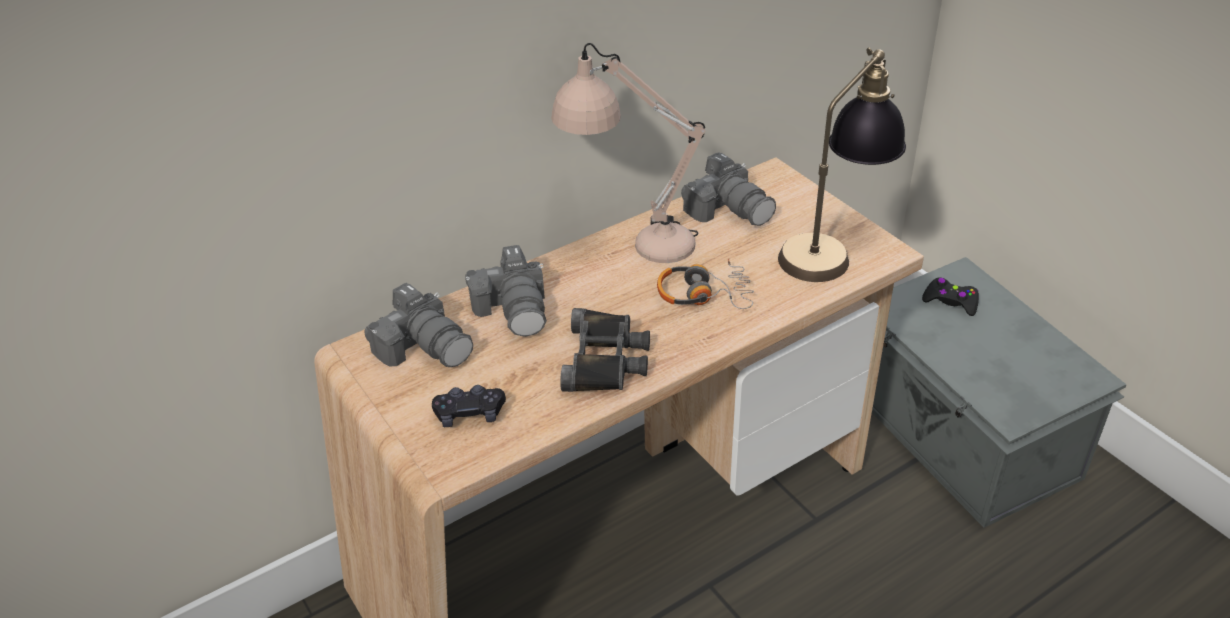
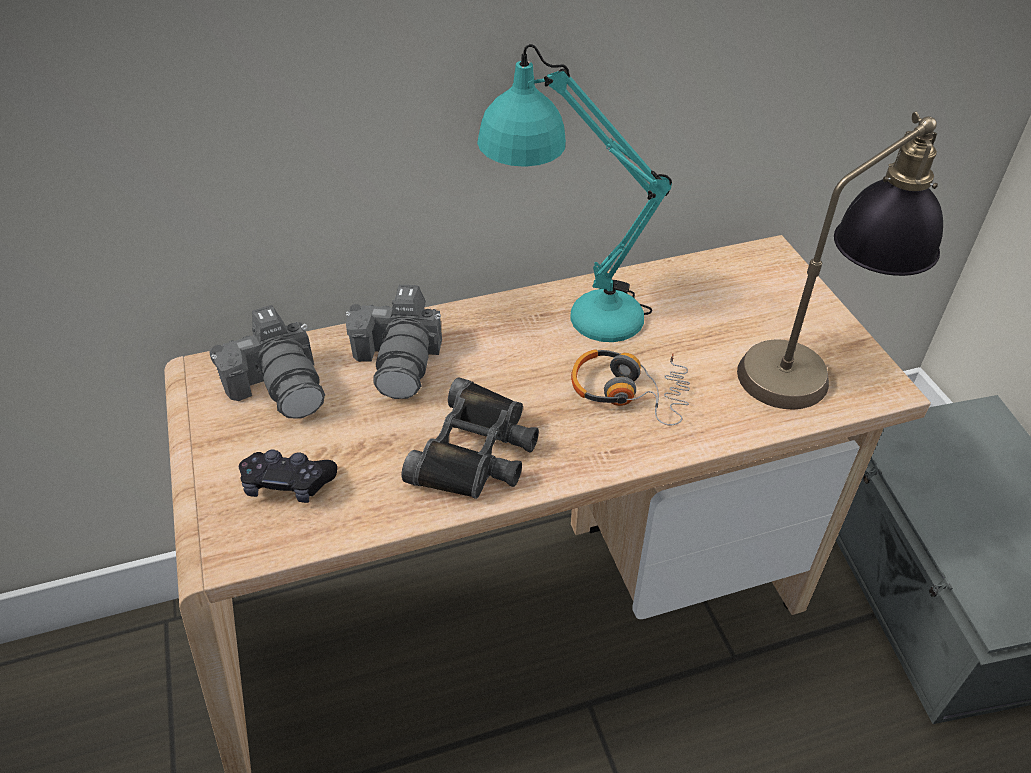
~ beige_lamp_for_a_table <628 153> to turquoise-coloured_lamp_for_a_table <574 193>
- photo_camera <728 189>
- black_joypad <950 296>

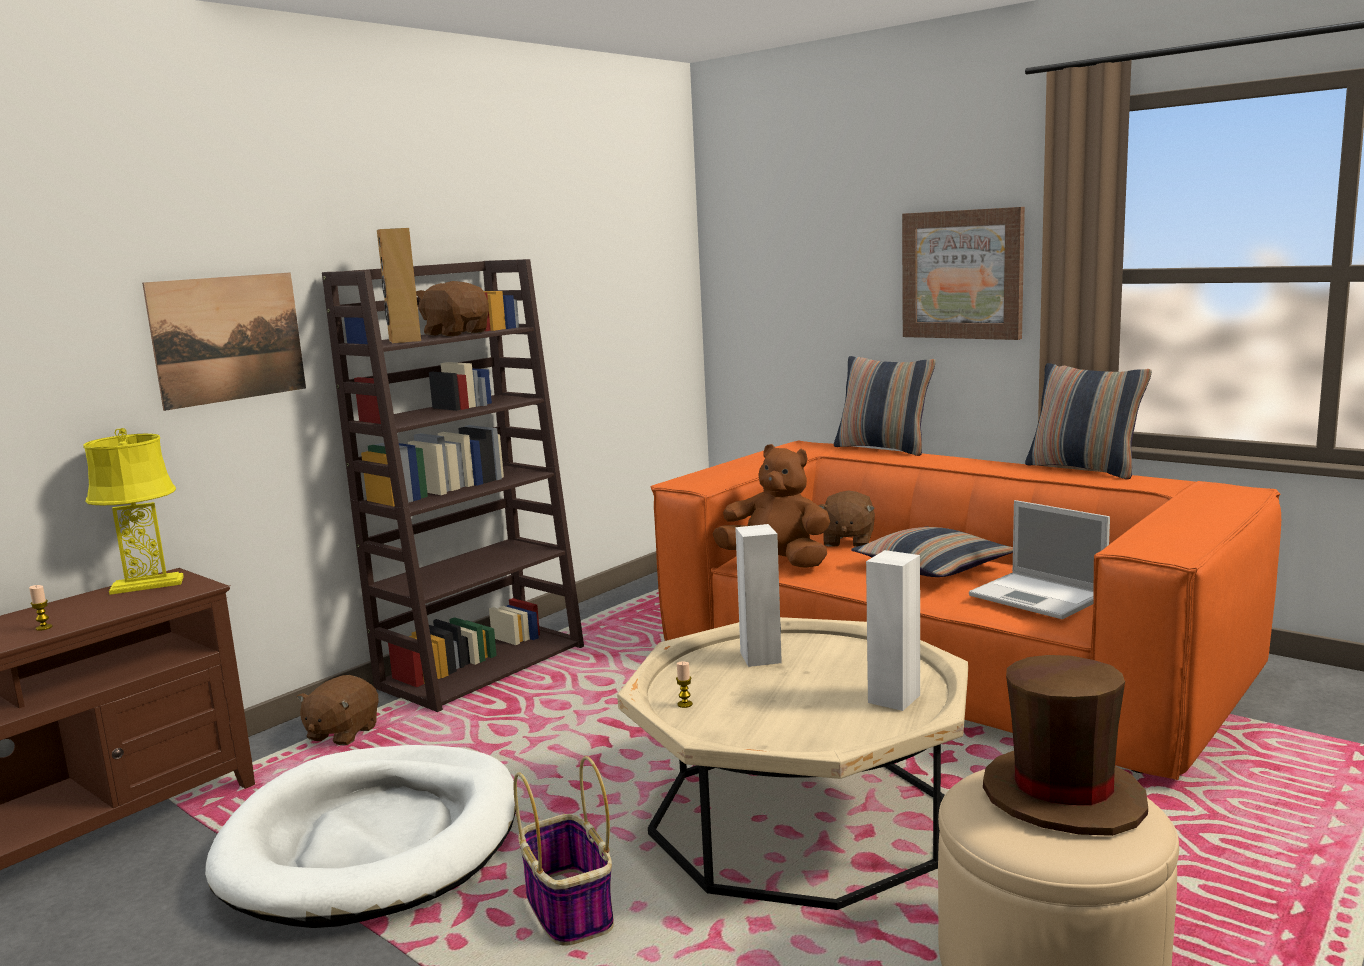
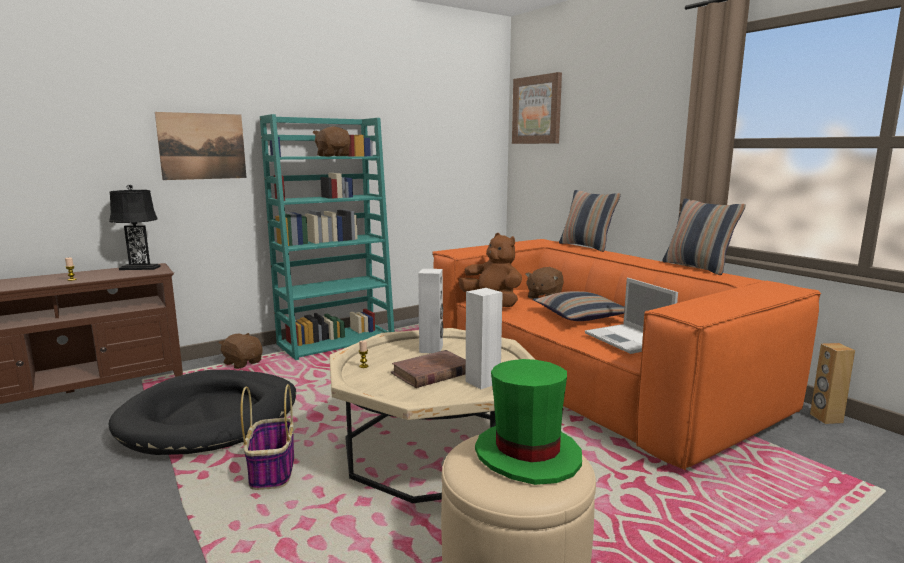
~ yellow_lamp_for_a_table <133 511> to black_lamp_for_a_table <135 227>
~ white_dog_bed <360 836> to black_dog_bed <202 412>
~ brownish_soft_toy <338 710> = <241 351> 90 degrees clockwise
~ brownish_bookshelf <453 485> to turquoise-coloured_bookshelf <327 237>
~ brownish_loudspeaker <399 285> to <832 383>
~ wall_picture <963 273> to <537 108>
~ brownish_hat <1065 745> to green_hat <528 422>
+ brownish_volume <428 369>

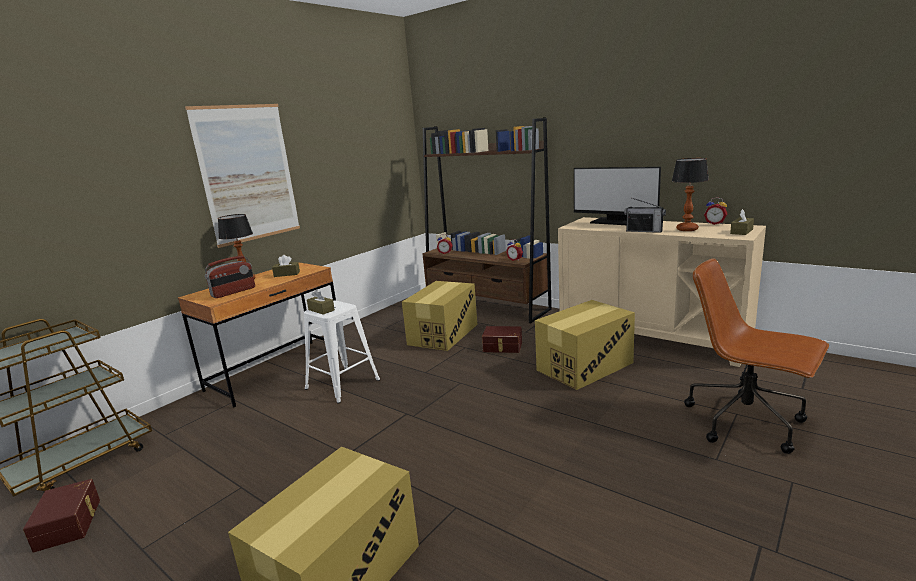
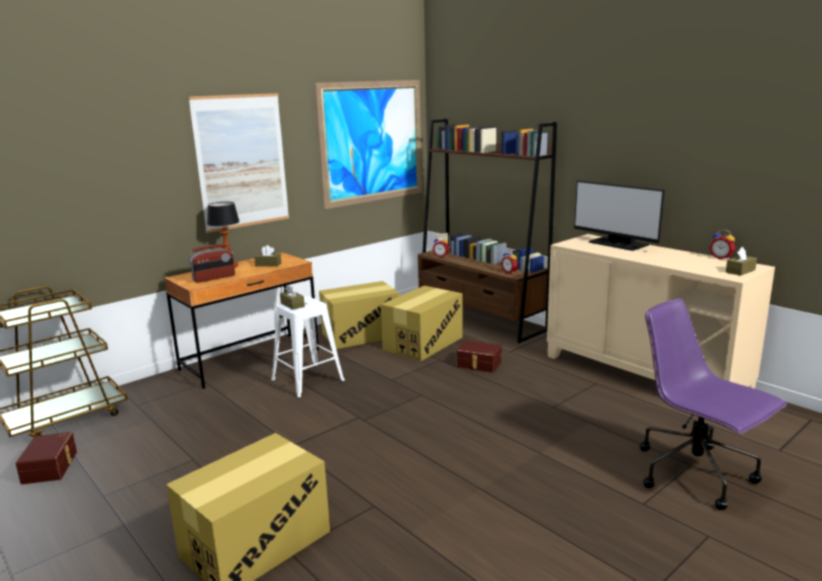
~ carton <585 345> to <359 315>
- radio <645 215>
- lamp_for_a_table <690 194>
~ brownish_desk_chair <756 356> to purplish_desk_chair <713 404>
+ wall_picture <368 144>

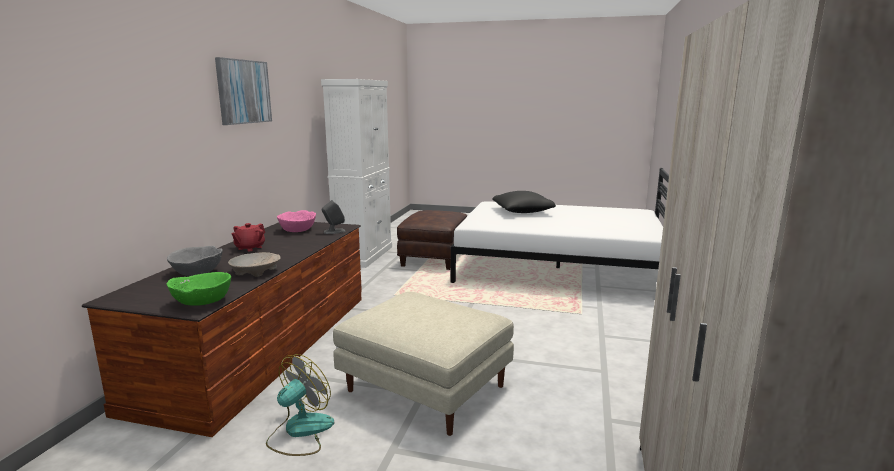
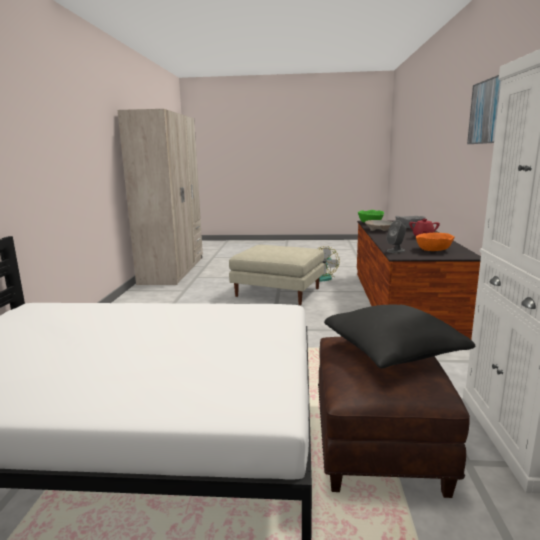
~ pink-coloured_serving_bowl <296 221> to orange-coloured_serving_bowl <435 242>
~ black_cushion <524 202> to <399 336>

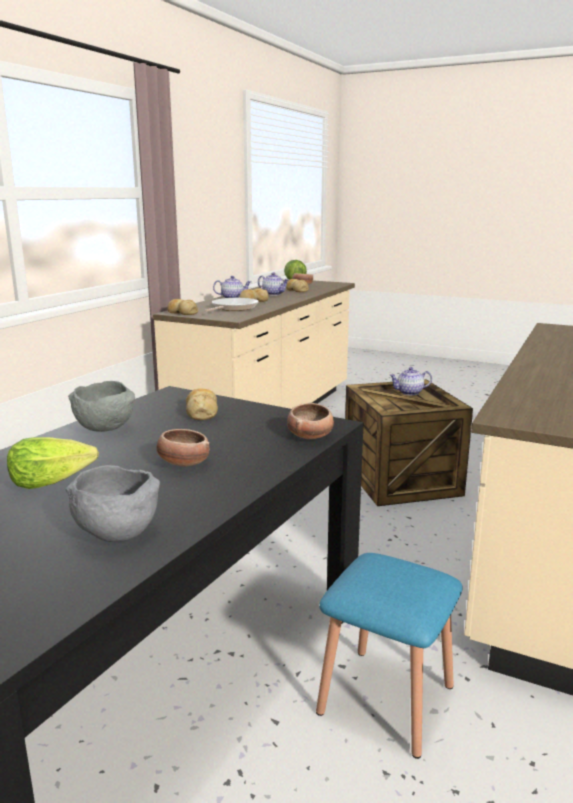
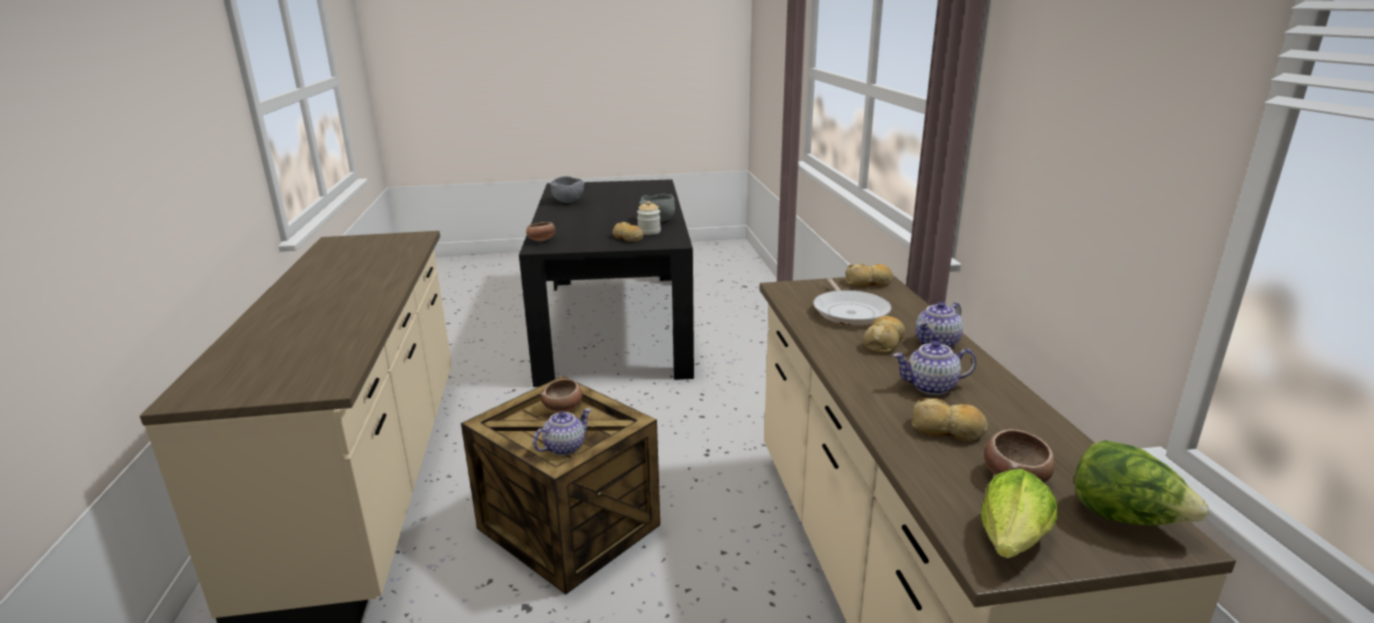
~ lettuce_head <53 463> to <1019 513>
~ serving_bowl <183 447> to <562 395>
- blue-coloured_stool <389 656>
+ storage_jar <649 218>

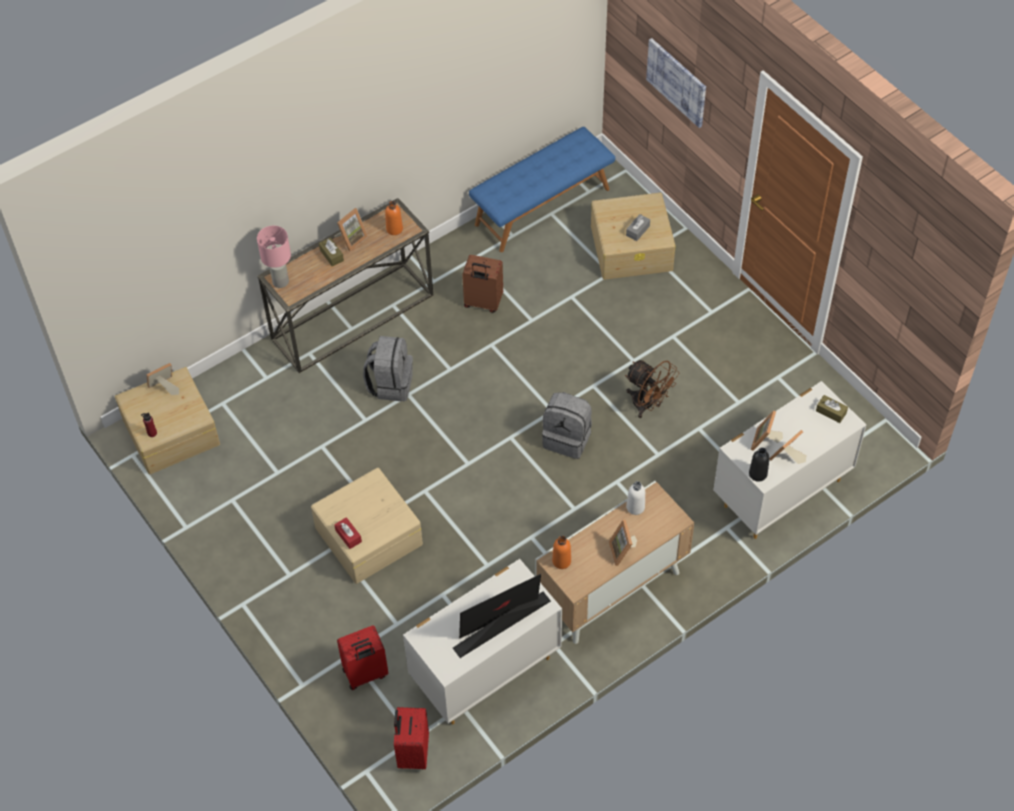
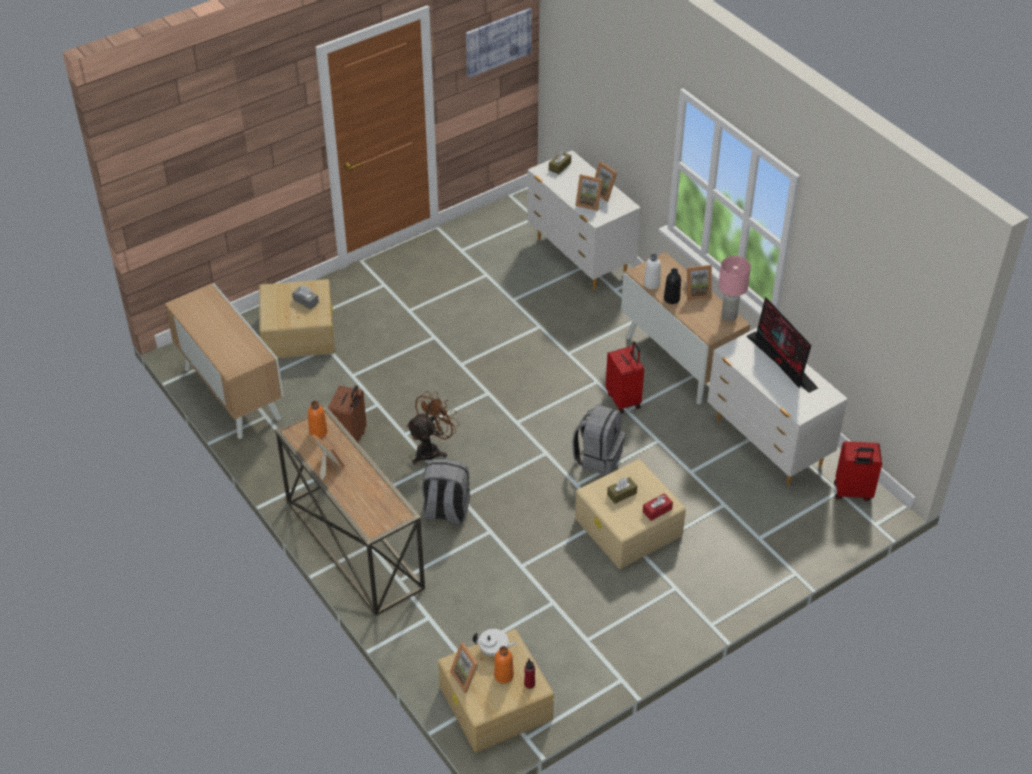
~ pink-coloured_lamp_for_a_table <274 257> to <734 288>
~ brownish_tissue_holder <331 252> to <622 490>
~ red_suitcase <362 657> to <625 377>
~ blue-coloured_long_seat <542 189> to cupboard <224 361>
~ gray_knapsack <567 425> to <598 439>
~ orange-coloured_bottle <561 552> to <504 664>
~ brownish_electric_fan <652 389> to <433 428>
~ wall_picture <676 83> to <499 43>
~ black_bottle <759 465> to <672 286>
+ white_teapot <495 643>

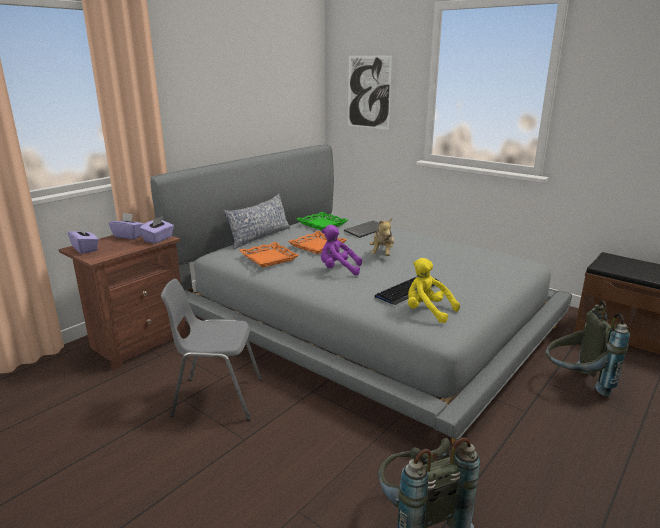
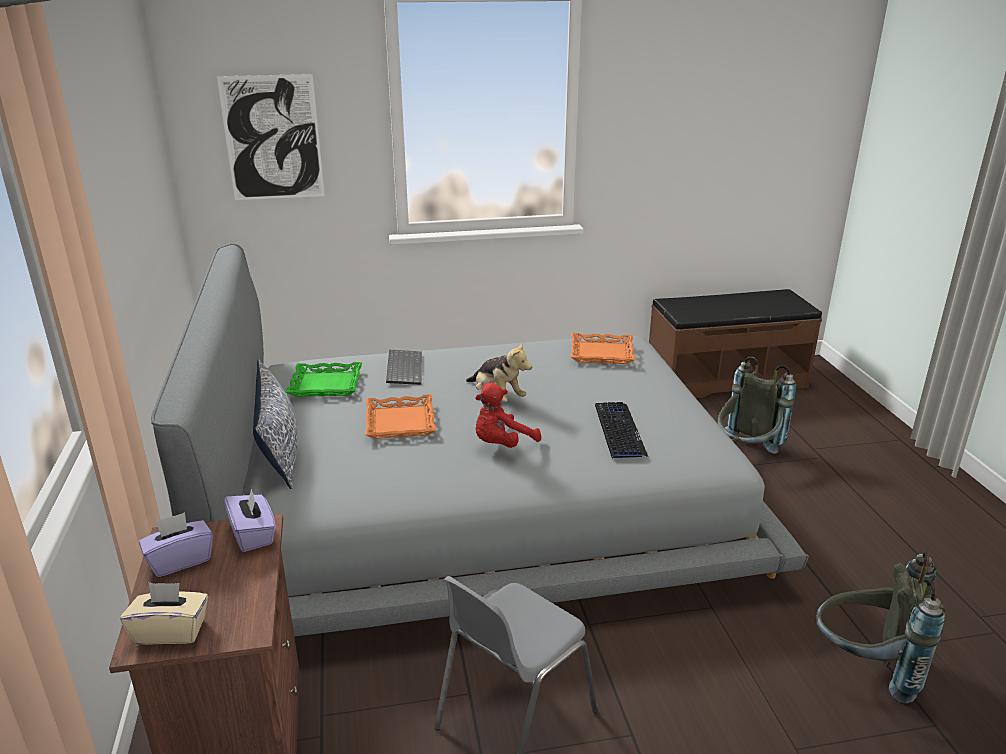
~ purplish_tissue_holder <83 239> to beige_tissue_holder <164 613>
~ orange-coloured_serving_tray <269 254> to <603 348>
~ purplish_soft_toy <341 250> to red_soft_toy <508 415>
- yellow_soft_toy <434 290>

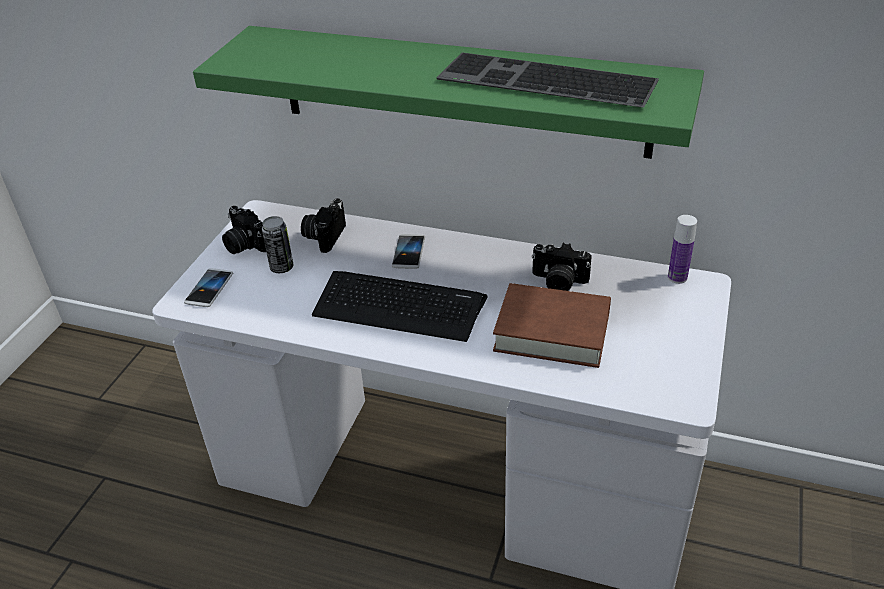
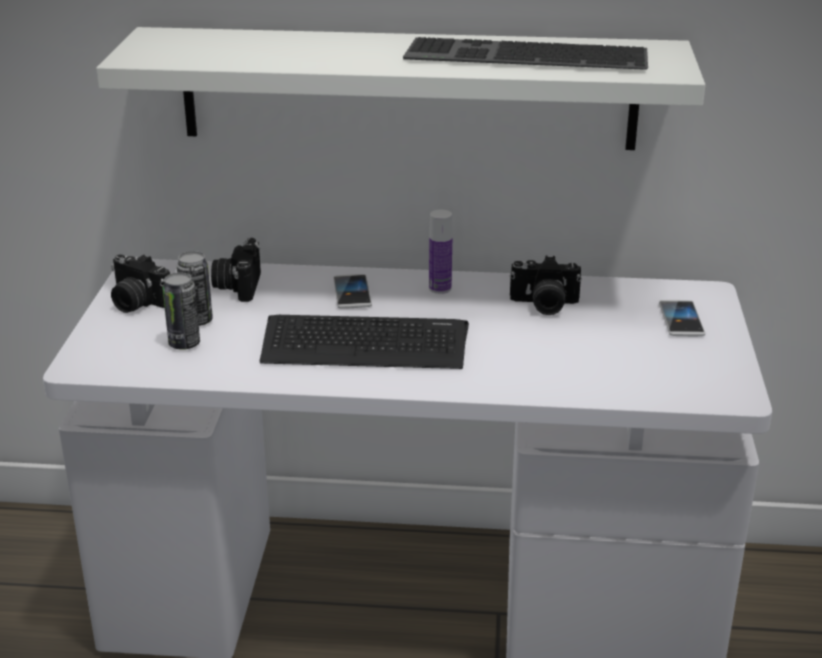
~ handset <208 287> to <682 318>
~ green_bracket_shelf <448 92> to white_bracket_shelf <400 88>
- brownish_volume <552 325>
~ bottle <682 249> to <440 252>
+ sealed_can <181 311>

